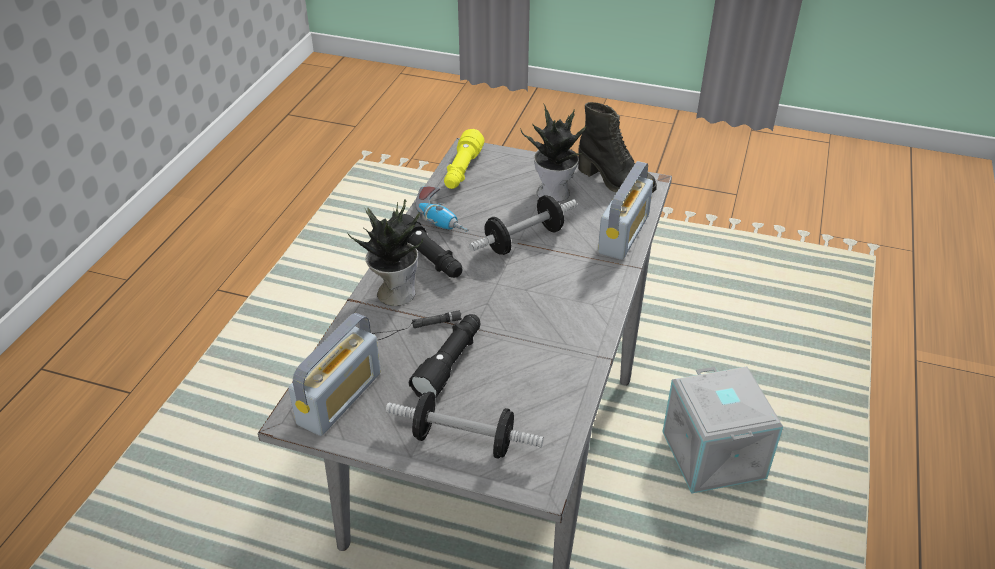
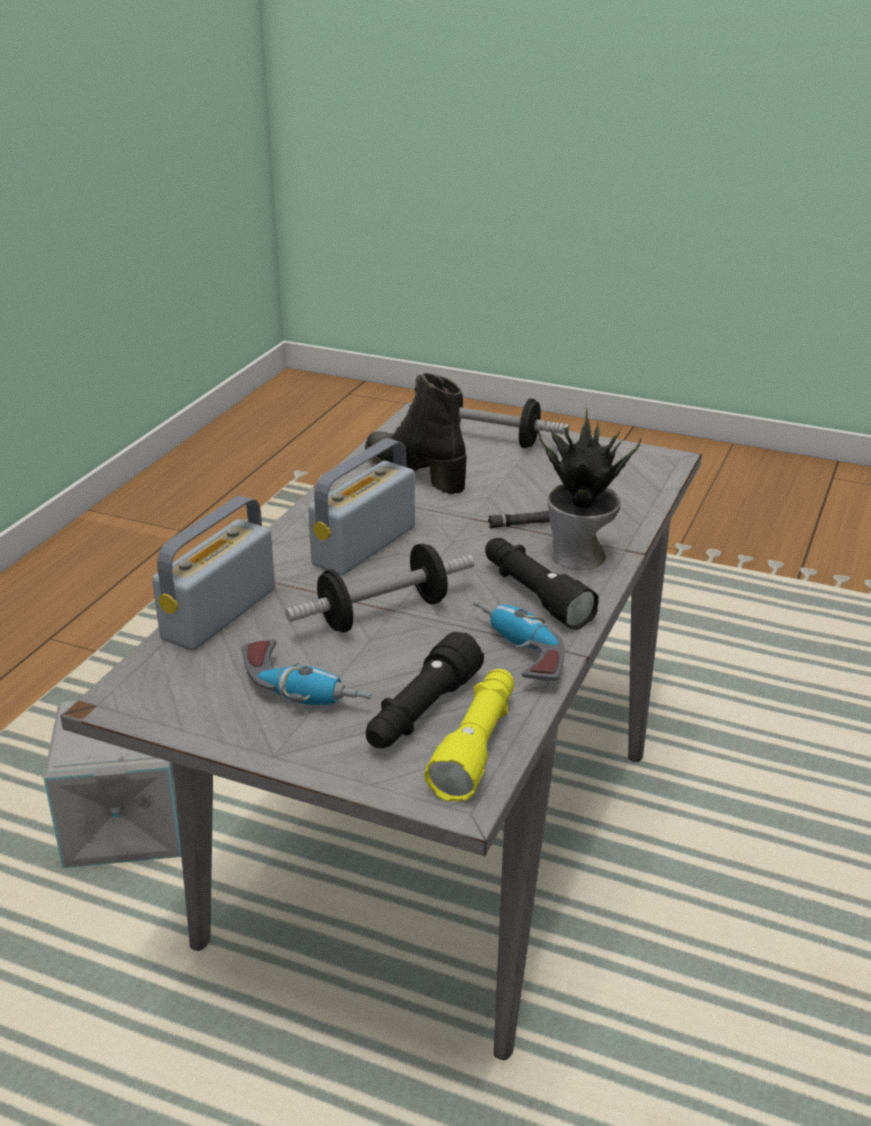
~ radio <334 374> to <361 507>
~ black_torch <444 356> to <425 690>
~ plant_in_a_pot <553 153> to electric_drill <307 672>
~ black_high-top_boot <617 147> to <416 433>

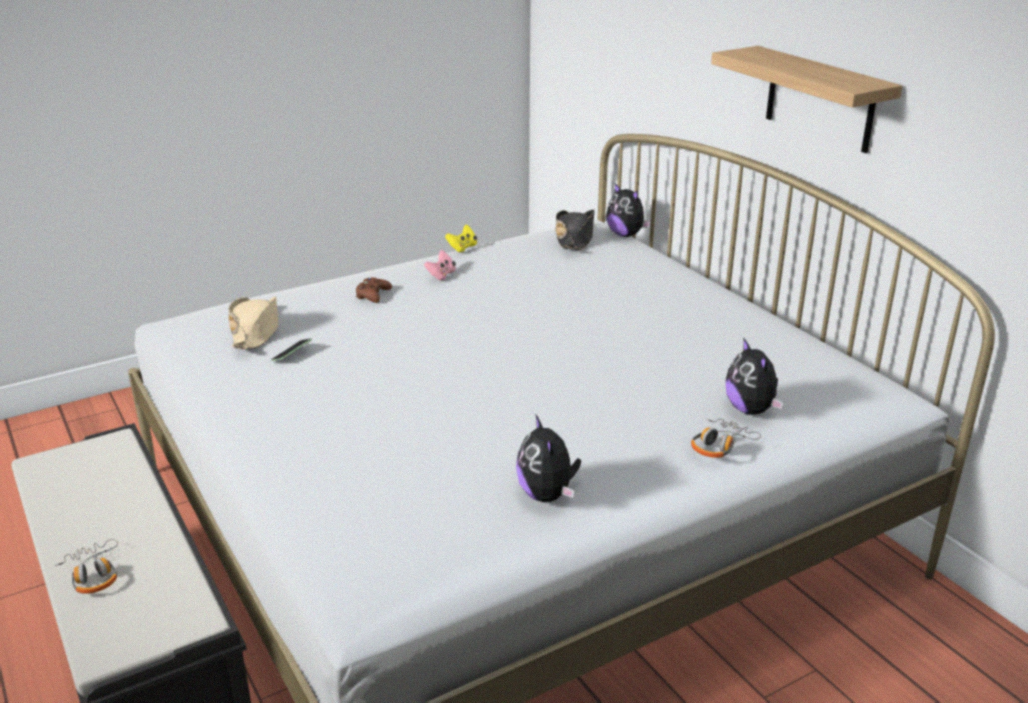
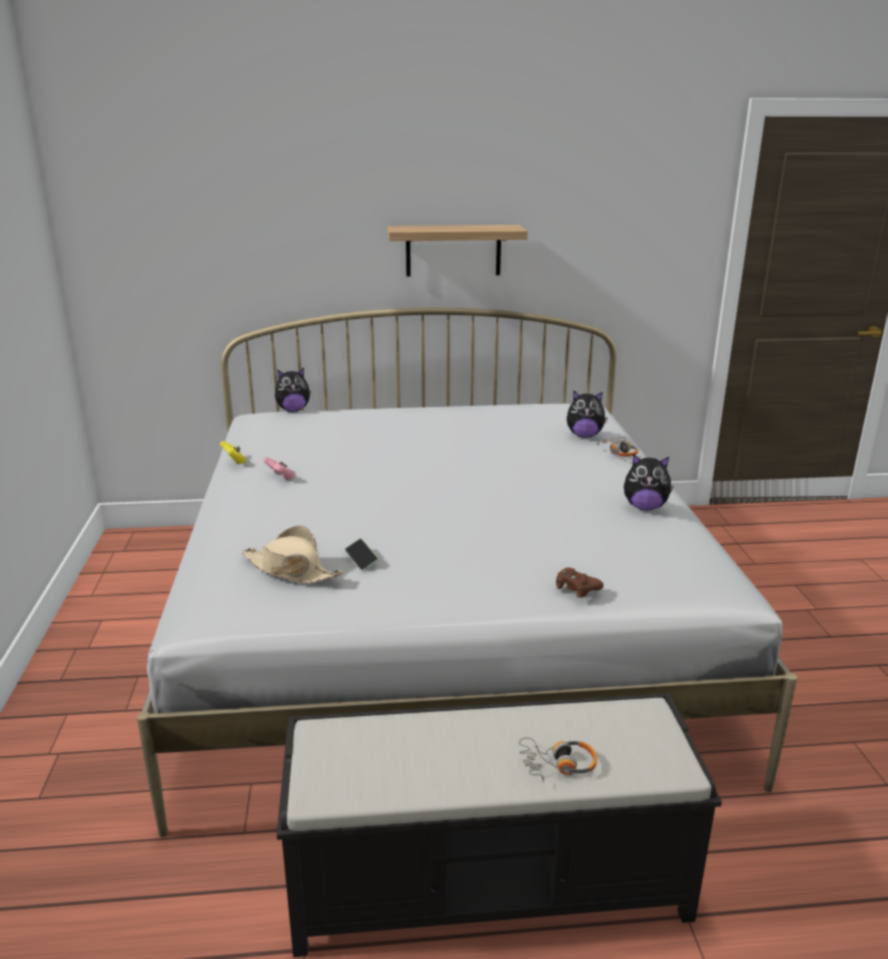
~ brownish_joypad <374 290> to <580 583>
- black_hat <575 230>

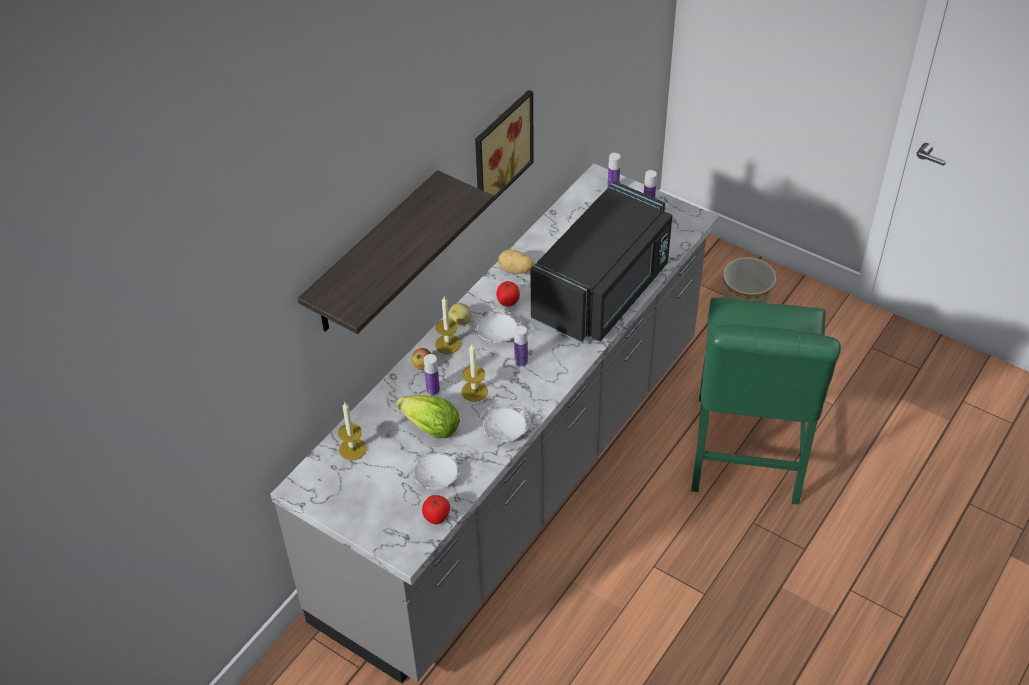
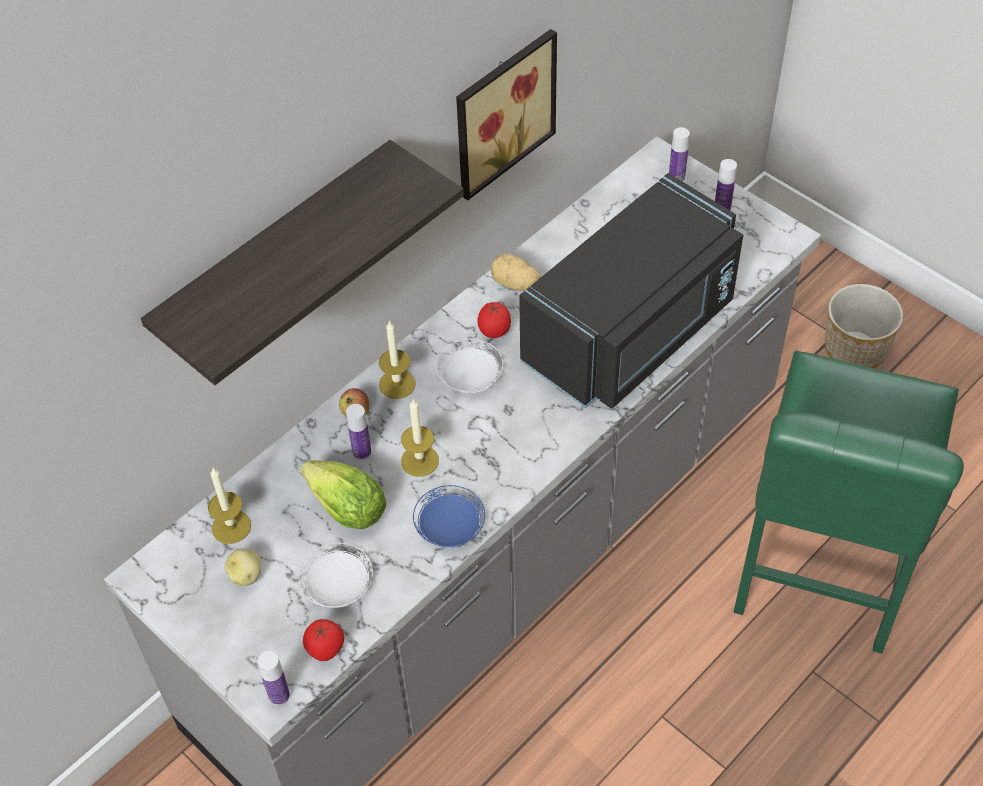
~ spud <460 314> to <242 567>
~ white_flat_dish <505 422> to blue-coloured_flat_dish <449 516>
~ bottle <521 346> to <274 678>

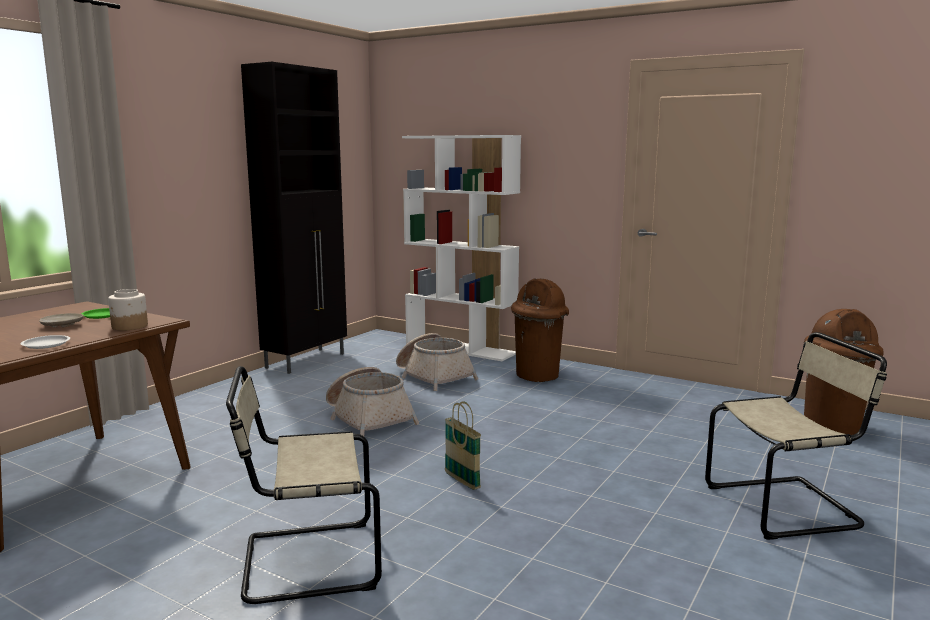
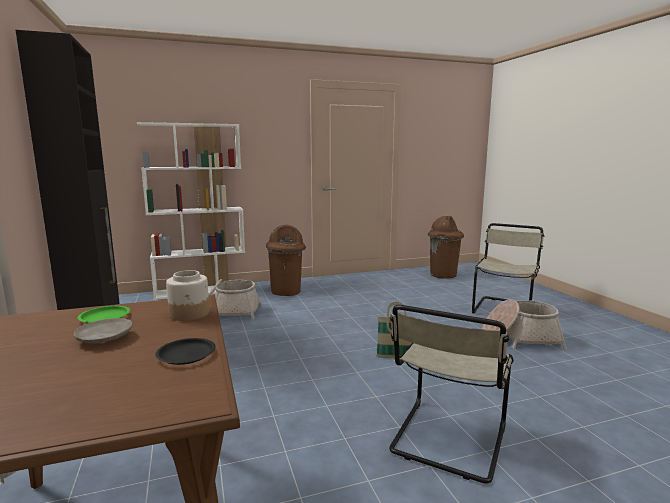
~ white_flat_dish <45 342> to black_flat_dish <185 351>
~ storage_basket <372 401> to <524 324>

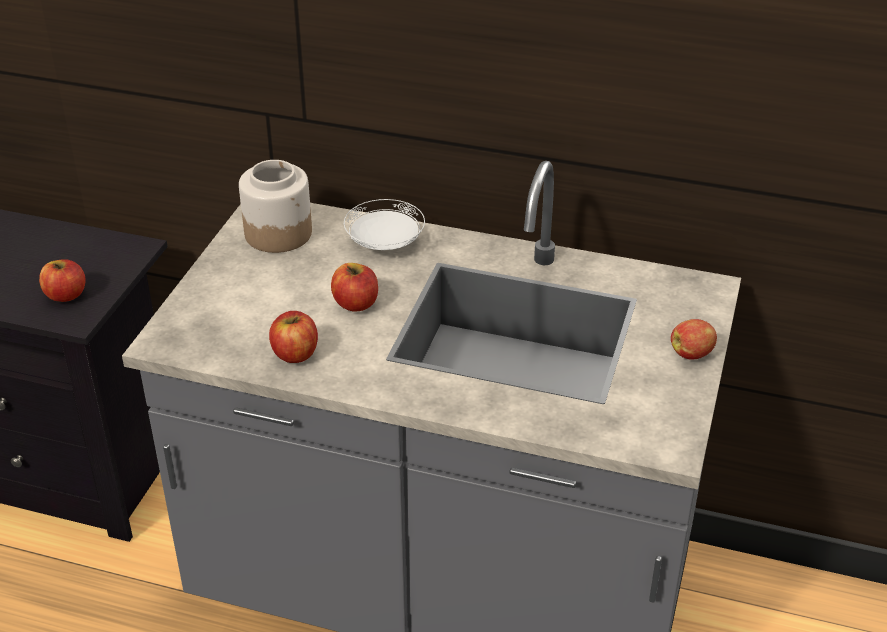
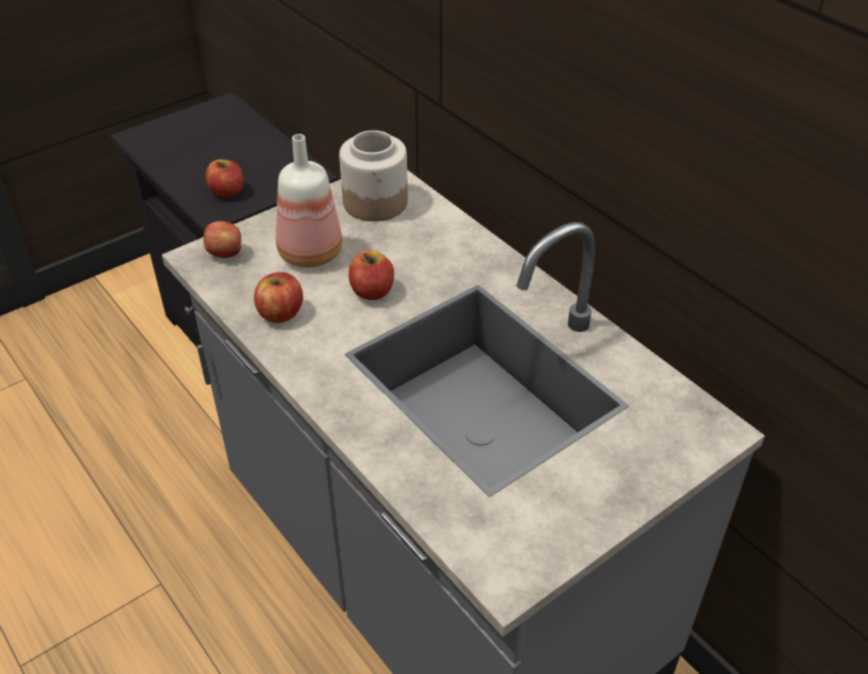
- white_flat_dish <384 224>
~ apple_fruit <694 339> to <222 239>
+ bottle <309 200>

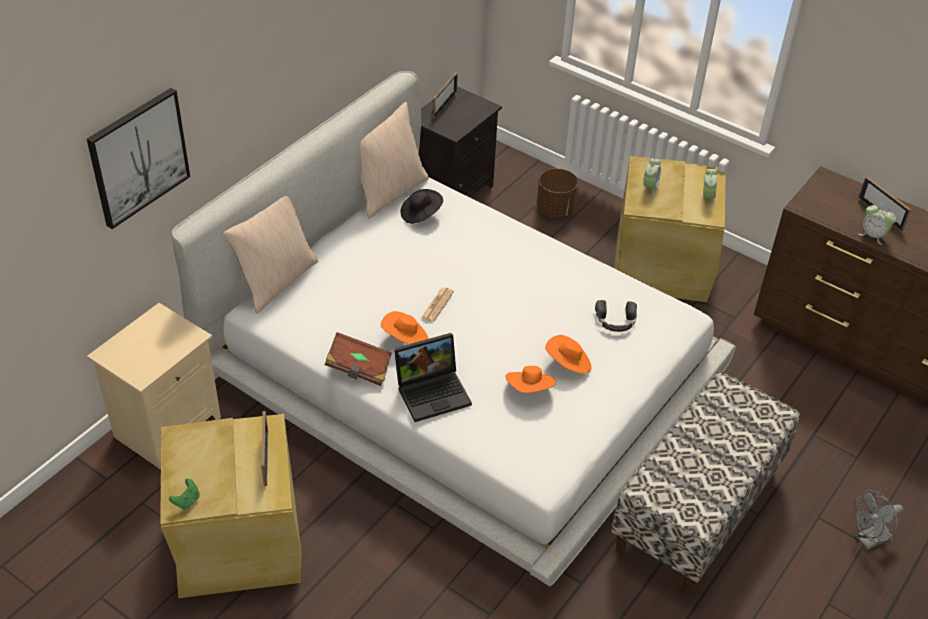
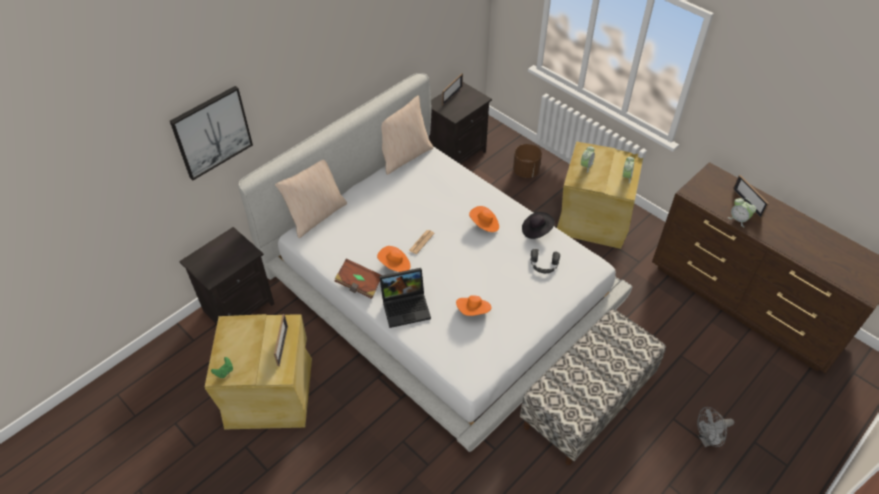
~ beige_night_table <154 386> to black_night_table <226 275>
~ black_hat <422 206> to <538 225>
~ orange-coloured_hat <568 354> to <484 219>

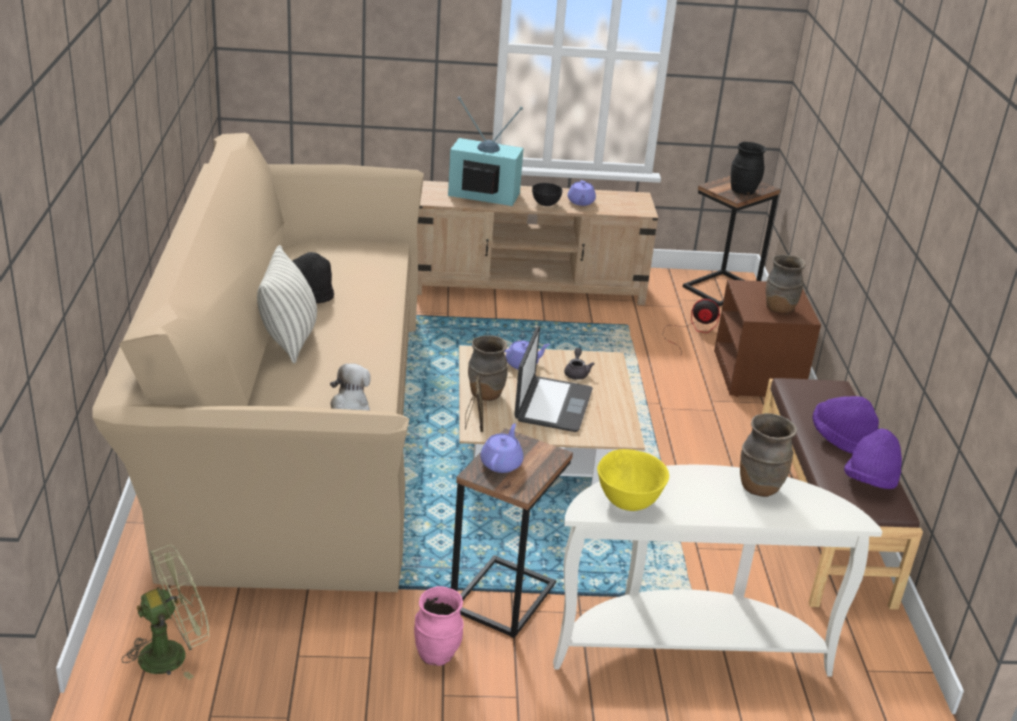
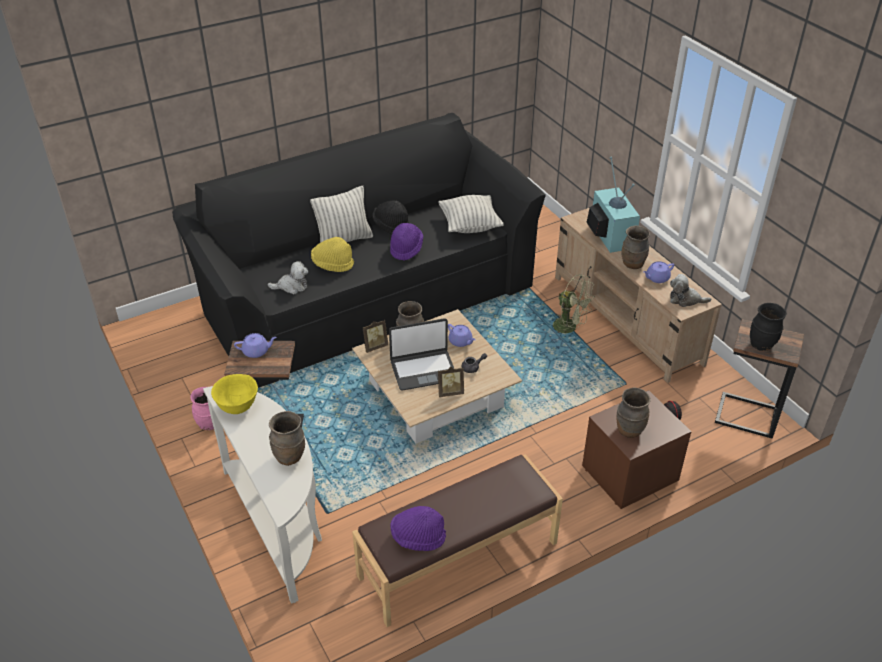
~ beige_settee <258 362> to black_settee <359 250>
~ green_electric_fan <165 612> to <574 304>
~ black_serving_bowl <547 194> to brownish_flower_vase <635 247>
~ purplish_hat <845 425> to <406 242>
+ yellow_hat <332 254>
+ cushion <471 214>
+ picture_frame <451 382>
+ soft_toy <690 290>

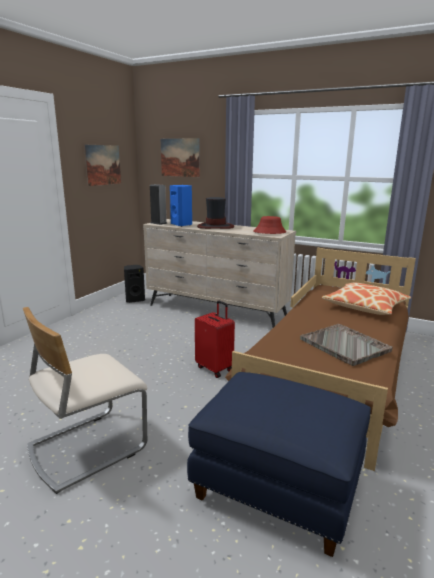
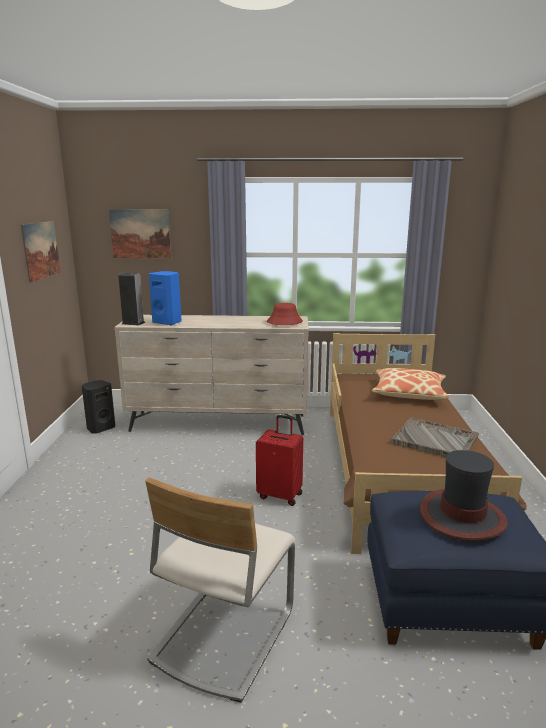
~ hat <215 213> to <464 495>

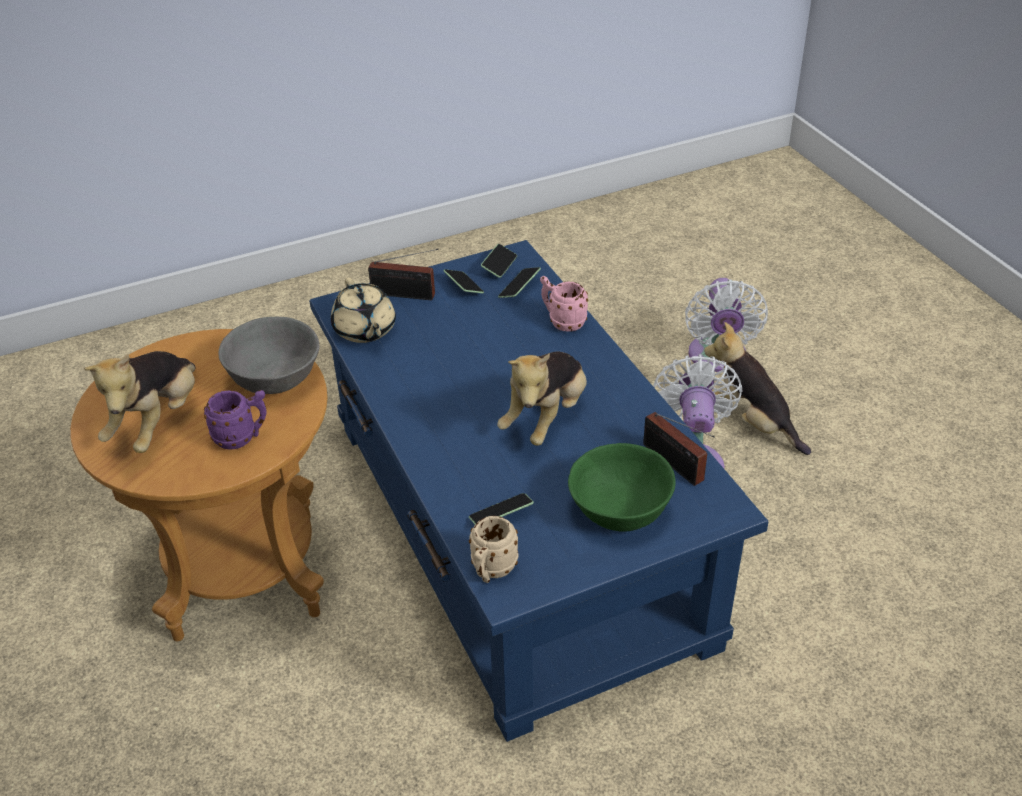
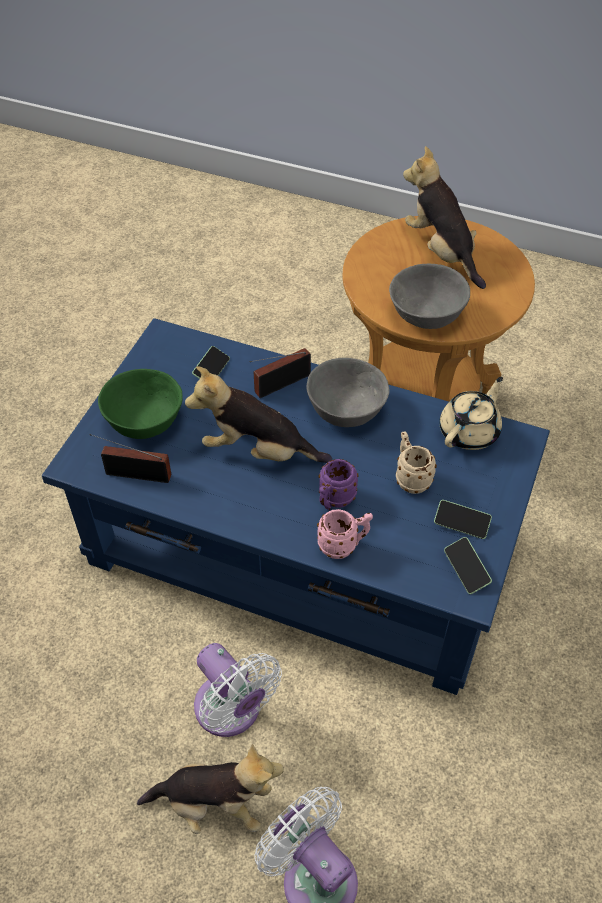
~ purplish_coffee_mug <235 419> to <338 484>
~ beige_teapot <363 310> = <471 413> 105 degrees clockwise
~ radio <403 274> to <280 373>
~ beige_coffee_mug <494 549> to <416 462>
~ soft_toy <542 398> = <258 414> 60 degrees counterclockwise
- handset <519 282>
+ gray_serving_bowl <348 392>

